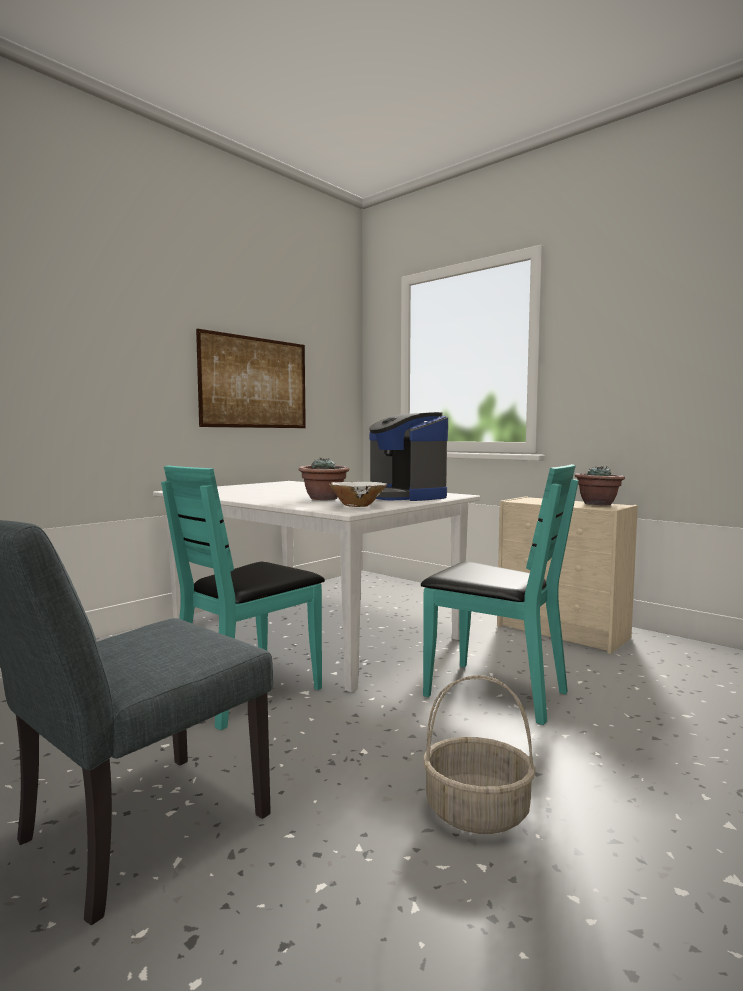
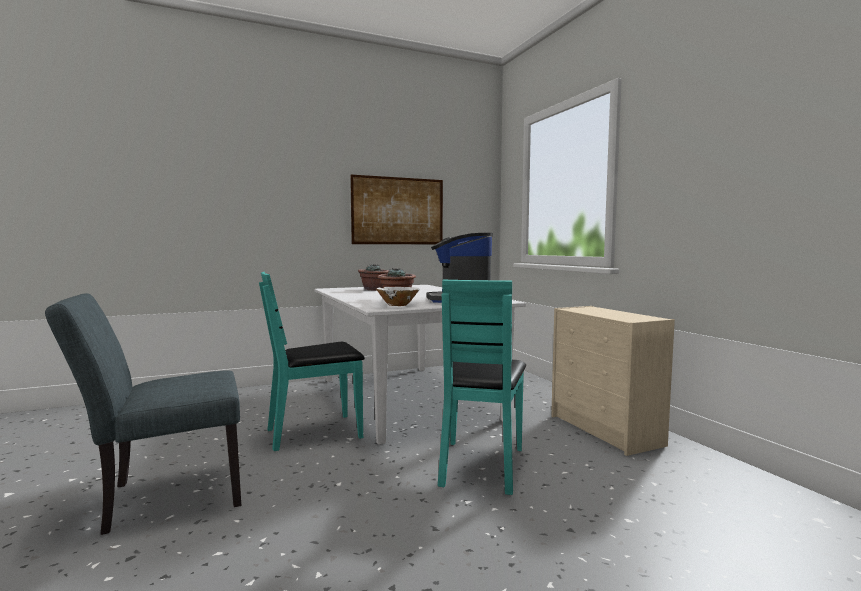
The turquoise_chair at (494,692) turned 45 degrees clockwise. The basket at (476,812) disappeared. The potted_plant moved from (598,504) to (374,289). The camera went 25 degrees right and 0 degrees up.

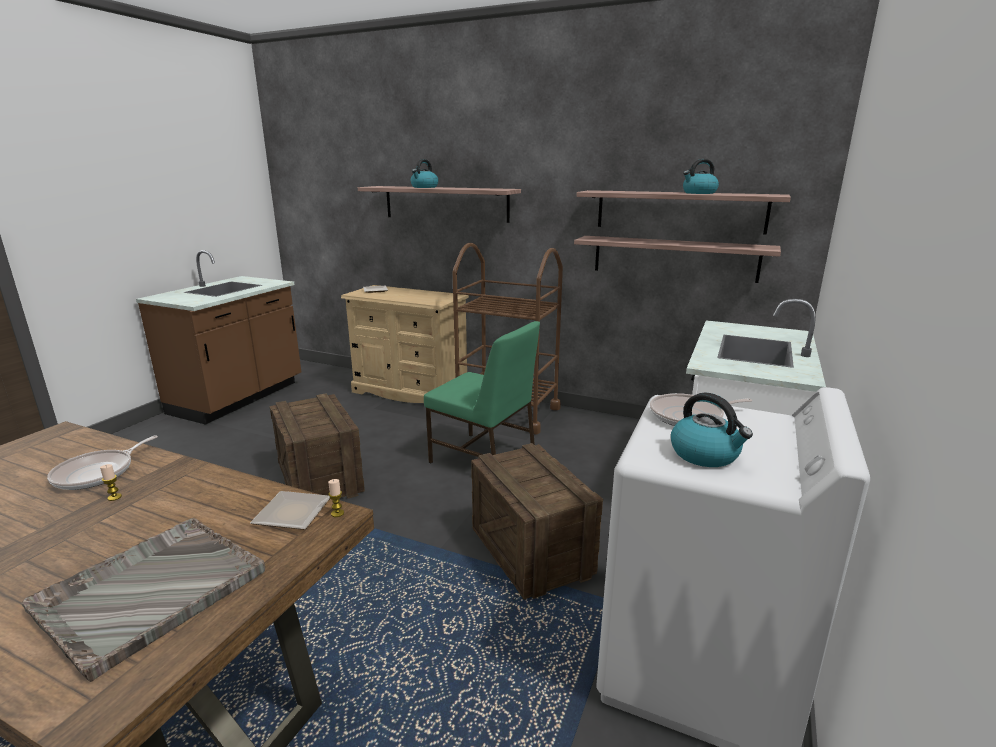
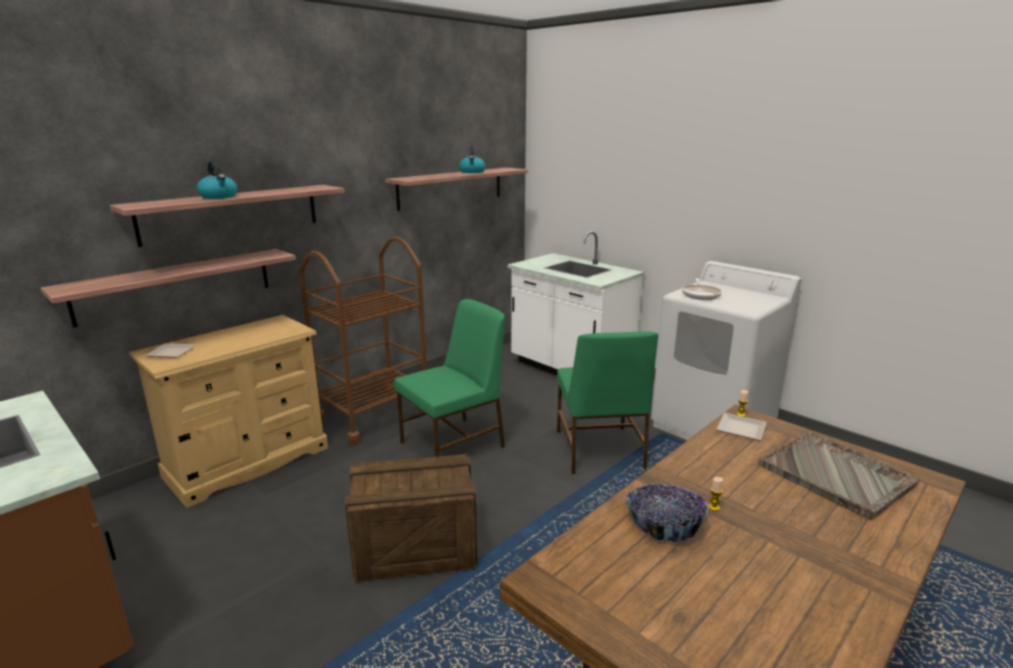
The frying_pan at (98,473) was replaced by the bowl at (664,525). The crate at (530,550) was replaced by the green_chair at (598,450). The shelf moved from (674,258) to (176,285). The kettle at (705,454) disappeared. The camera went 70 degrees left and 0 degrees up.

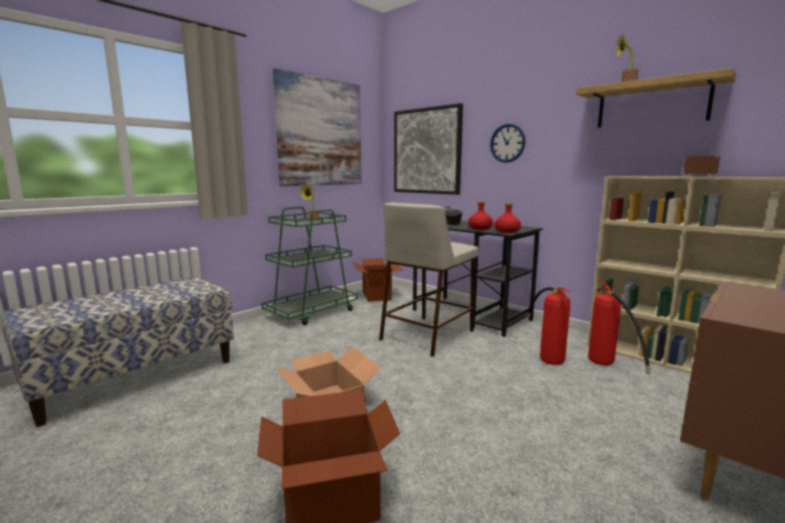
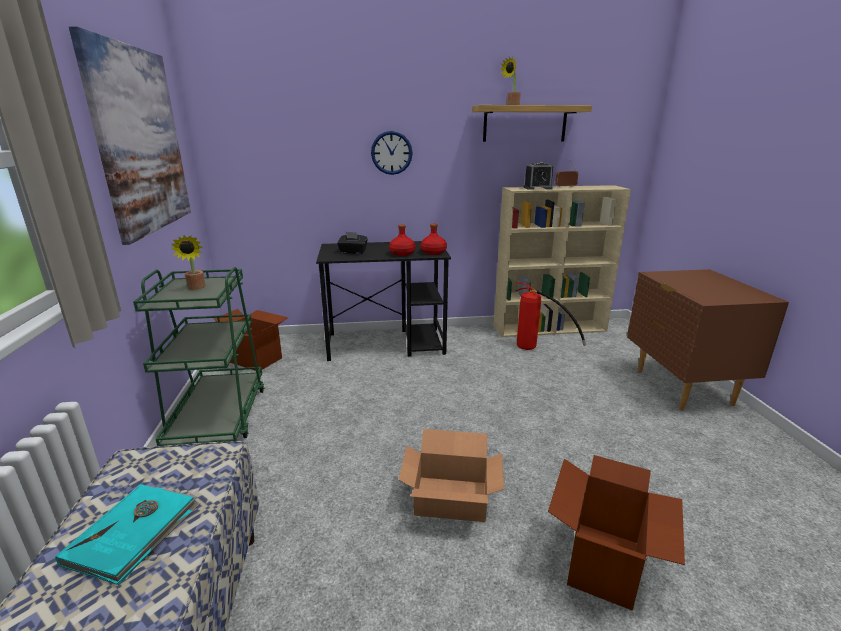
The beige_stool at (428,334) disappeared. The picture at (427,151) disappeared. The fire_extinguisher at (546,354) disappeared. The turquoise_book at (135,533) appeared. The alarm_clock at (537,188) appeared. The camera went 50 degrees left and 10 degrees up.

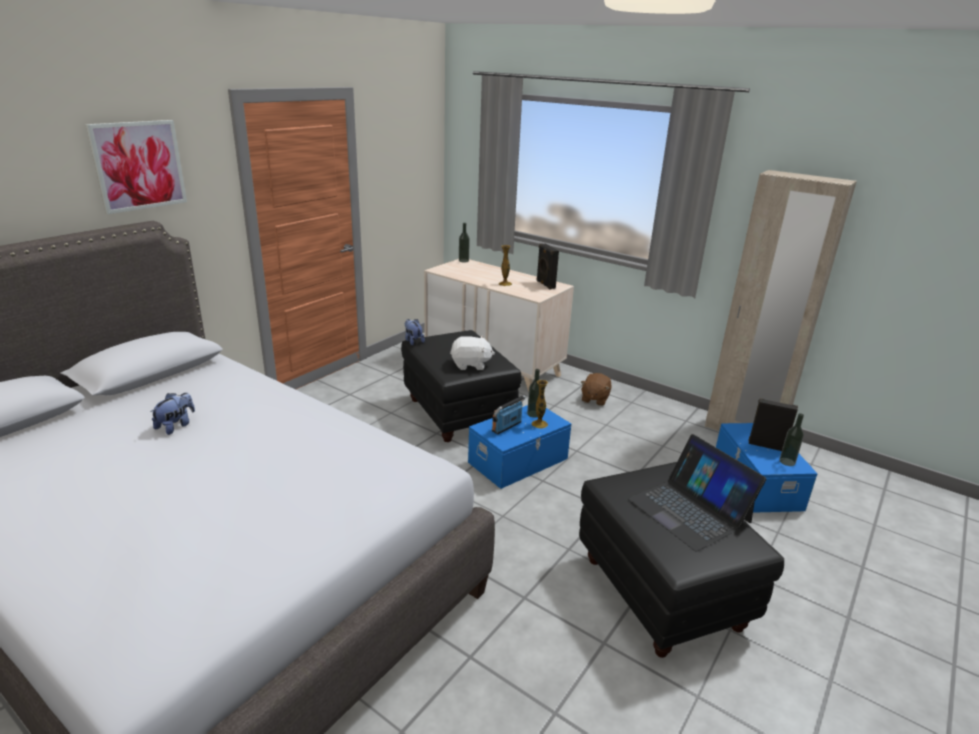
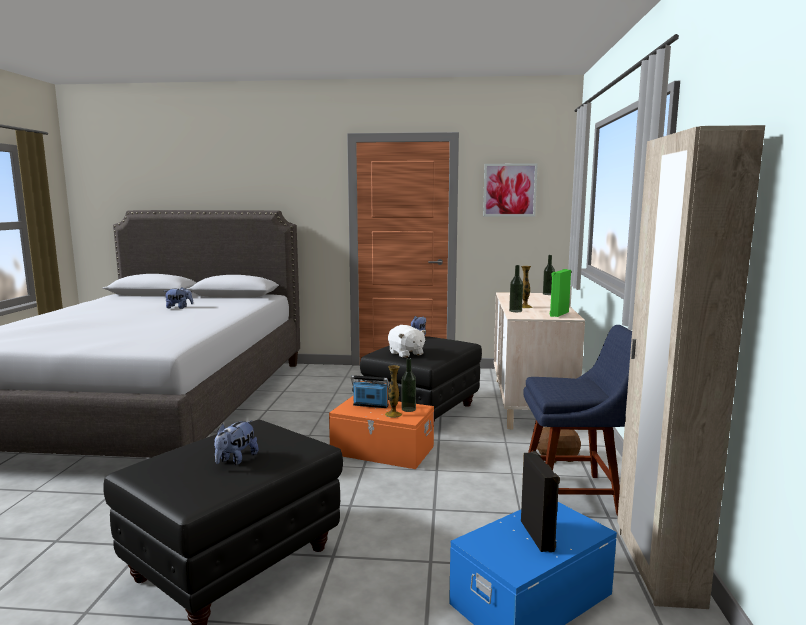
The picture moved from (139,165) to (509,190). The blue_storage_box at (519,461) became the orange_storage_box at (382,451). The black_speaker at (545,284) became the green_speaker at (558,314). The laptop at (689,510) was replaced by the plush_toy at (236,460). The bottle moved from (787,462) to (515,311). The blue_chair at (575,494) appeared. The camera went 60 degrees right and 15 degrees down.

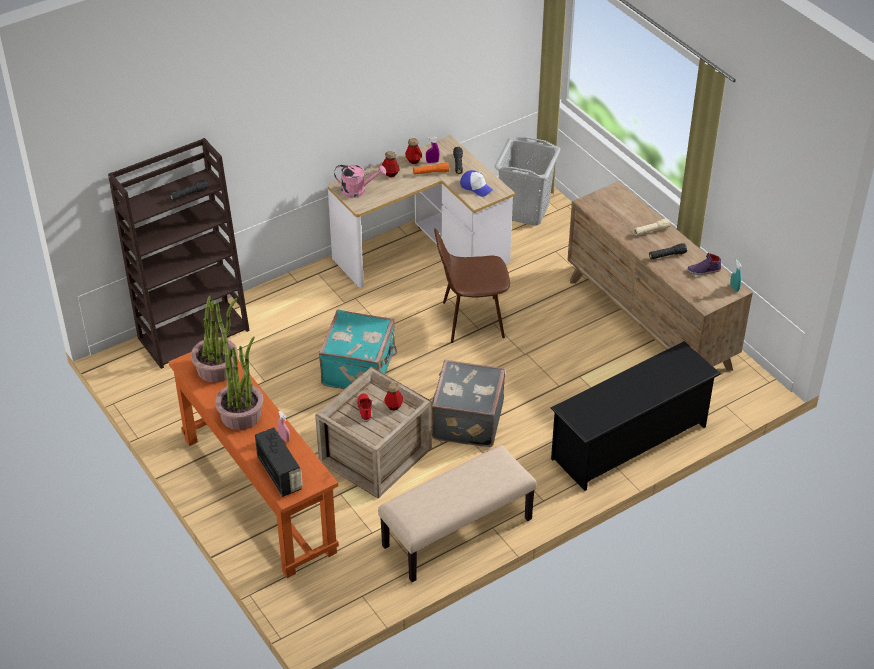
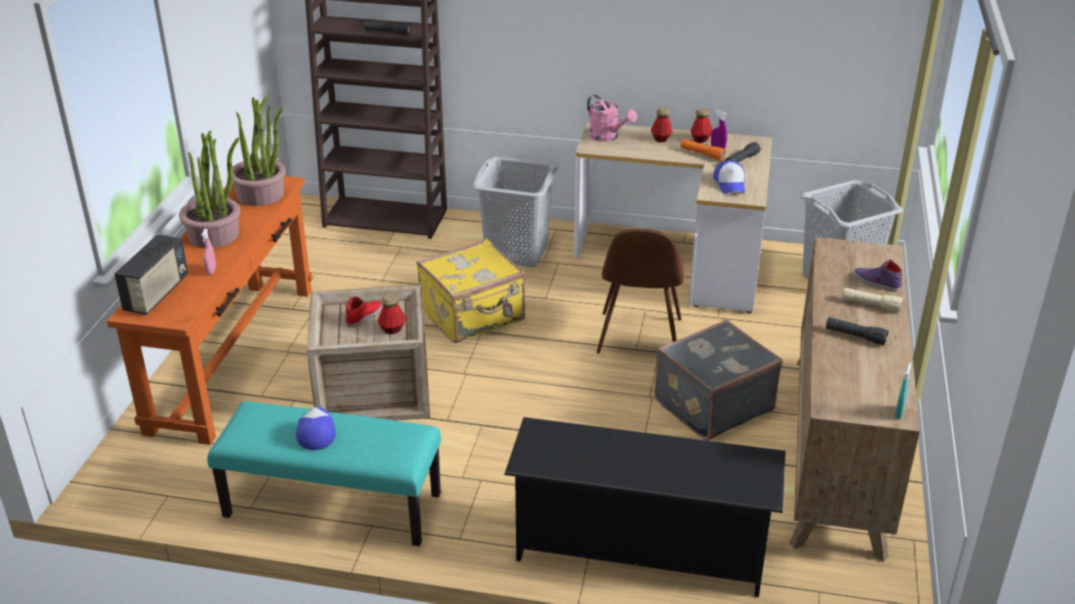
The turquoise_suitcase at (360,368) became the yellow_suitcase at (474,316). The beige_bench at (457,533) became the turquoise_bench at (331,506). The grey_suitcase moved from (466,420) to (711,404). The brown_chair at (470,320) turned 120 degrees counterclockwise. The purple_shoe moved from (704,270) to (876,282). The cap at (316,431) appeared. The grey_laundry_basket at (516,252) appeared. The camera went 45 degrees right and 10 degrees down.

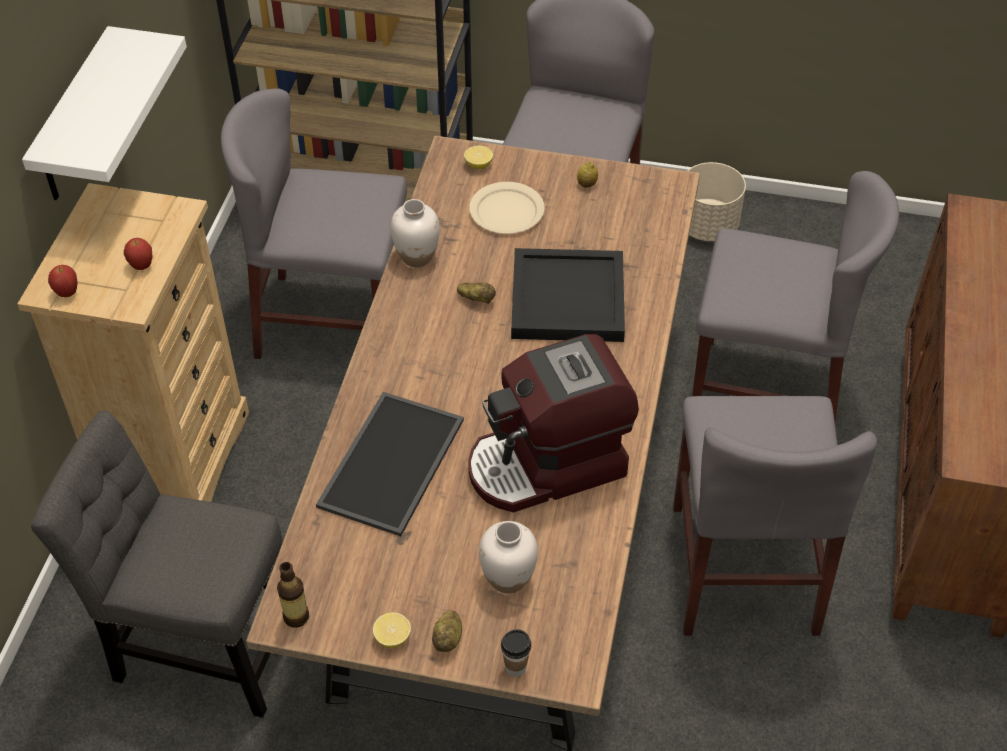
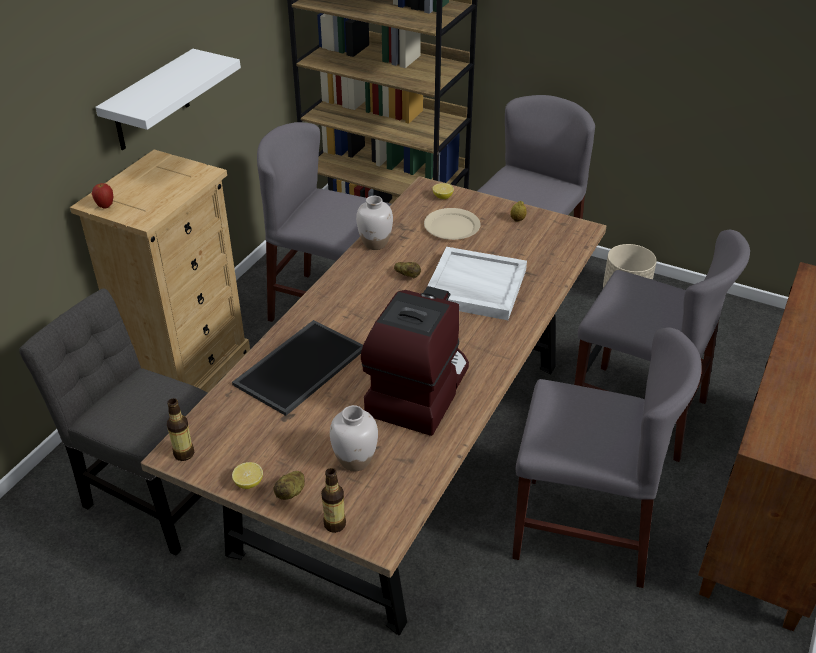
The apple at (142,266) disappeared. The coffee_machine at (548,465) turned 120 degrees clockwise. The cup at (515,667) was replaced by the bottle at (335,524). The black_tray at (566,300) became the white_tray at (474,287). The grey_chair at (743,568) turned 90 degrees counterclockwise. The camera went 15 degrees right and 10 degrees down.

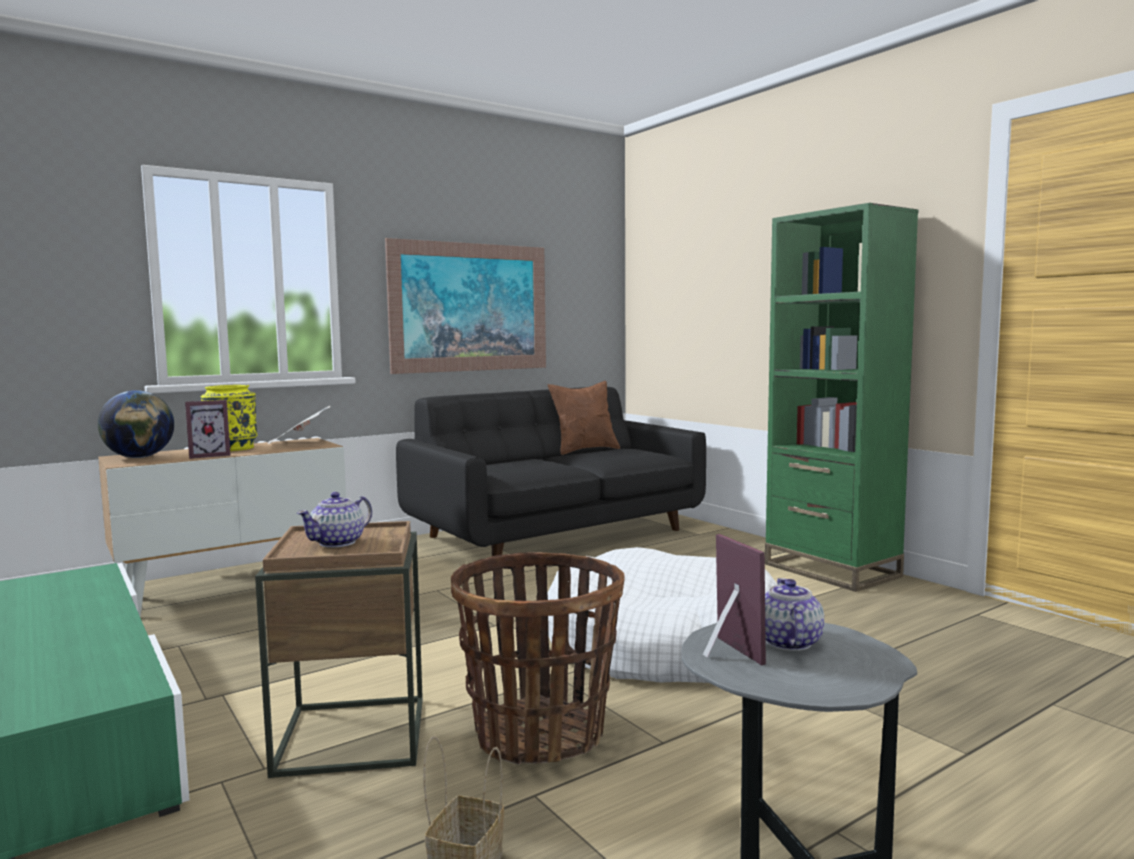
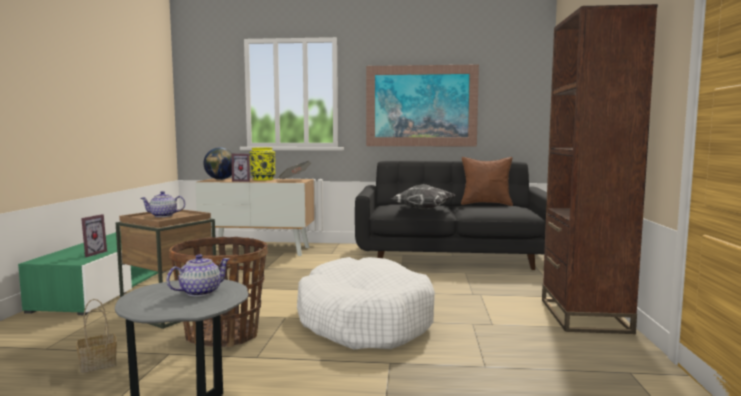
The picture_frame moved from (724,654) to (91,253). The green_bookcase at (831,570) became the brown_bookcase at (584,315). The pillow at (422,209) appeared. The camera went 40 degrees right and 0 degrees up.

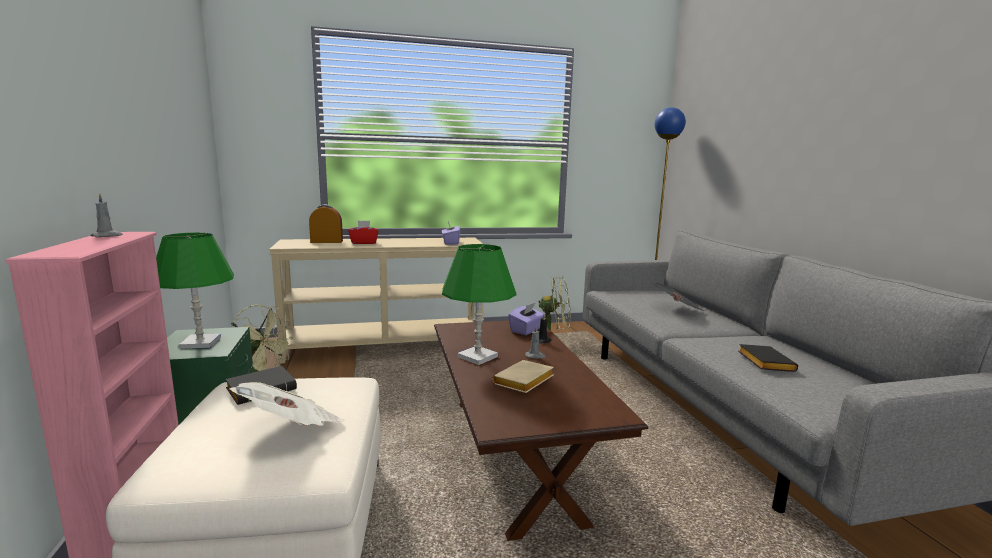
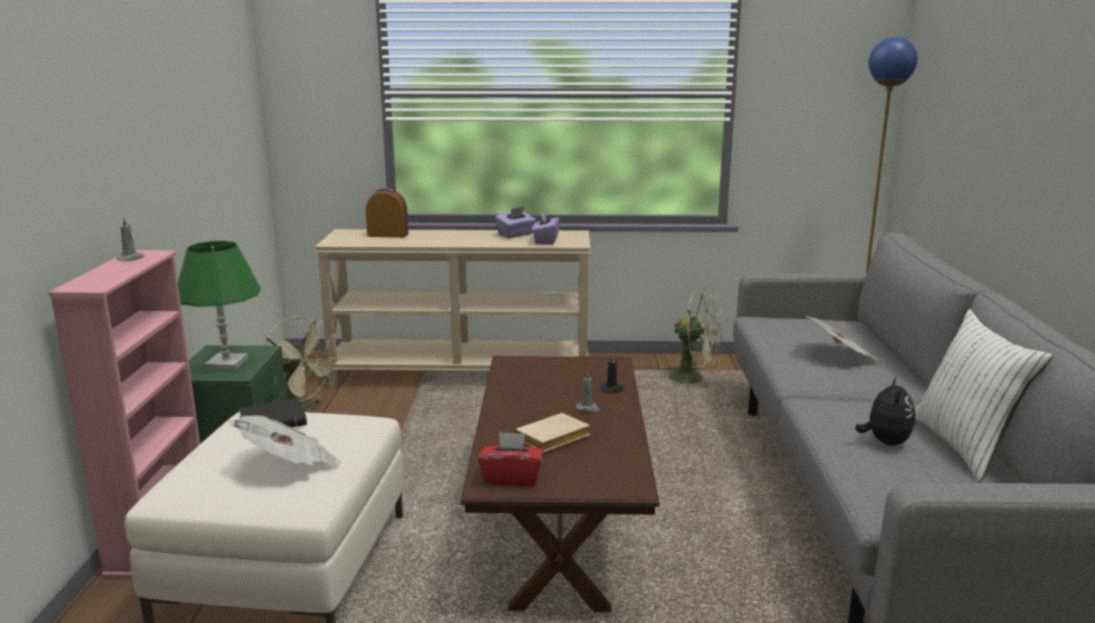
The red_tissue_box moved from (364,243) to (511,478). The green_table_lamp at (477,356) disappeared. The purple_tissue_box moved from (526,330) to (516,234). The black_book at (763,362) was replaced by the plush_toy at (885,442). The white_pillow at (964,446) appeared. The camera went 15 degrees right and 5 degrees up.

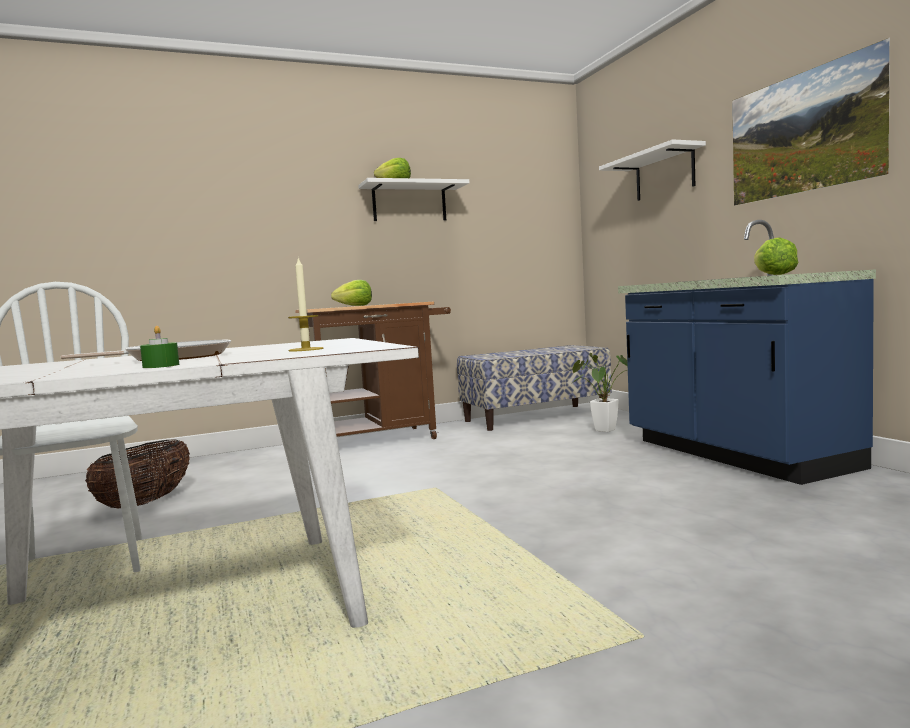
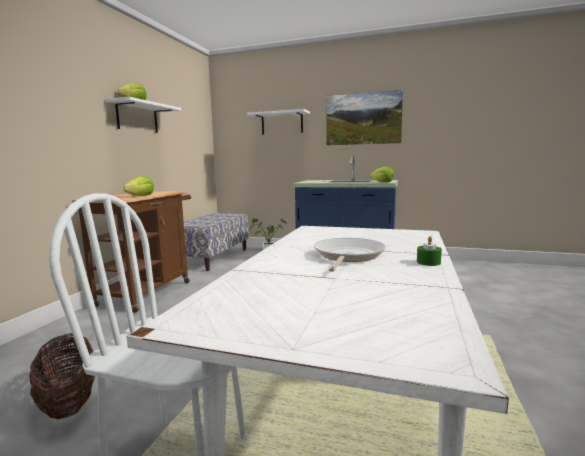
The candle at (306,349) disappeared. The camera went 50 degrees left and 5 degrees up.

